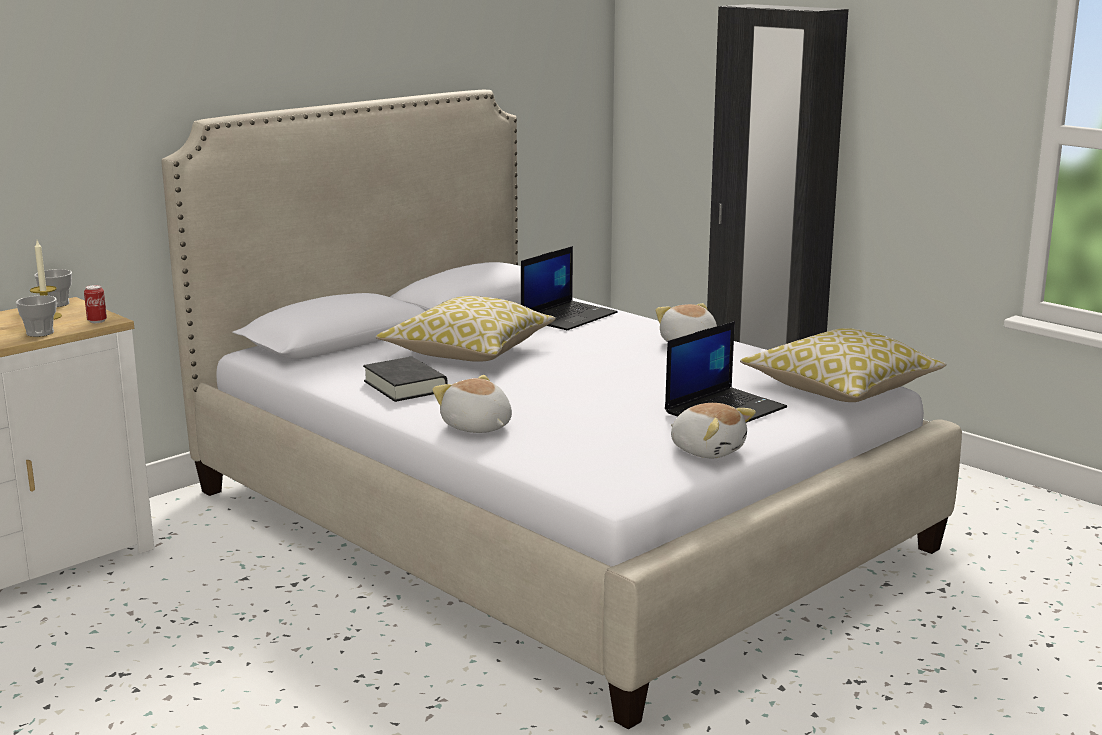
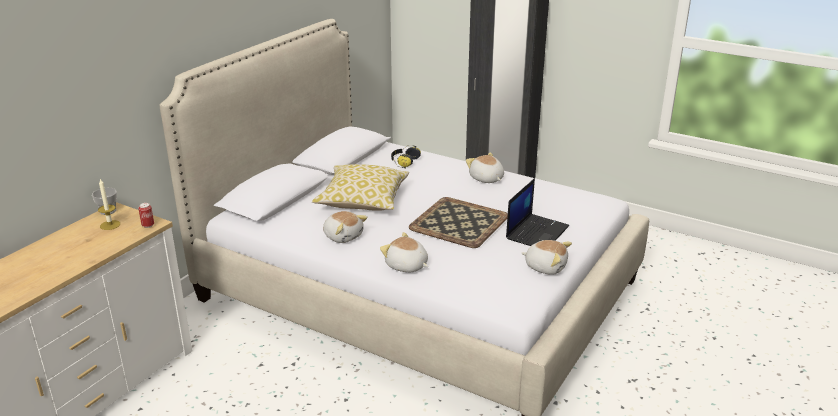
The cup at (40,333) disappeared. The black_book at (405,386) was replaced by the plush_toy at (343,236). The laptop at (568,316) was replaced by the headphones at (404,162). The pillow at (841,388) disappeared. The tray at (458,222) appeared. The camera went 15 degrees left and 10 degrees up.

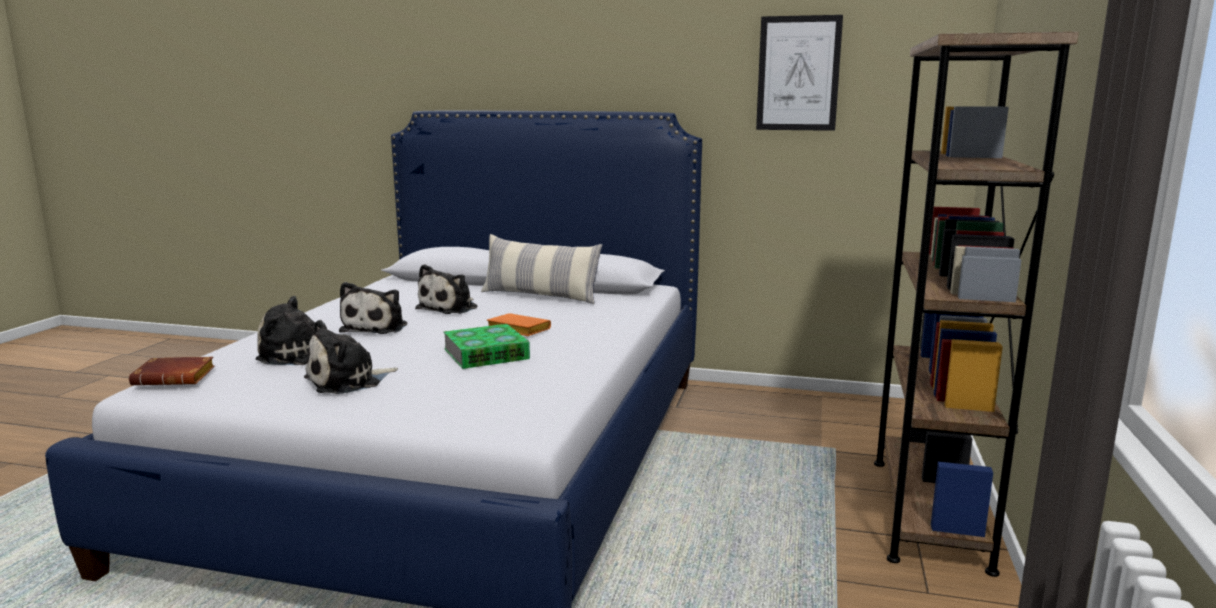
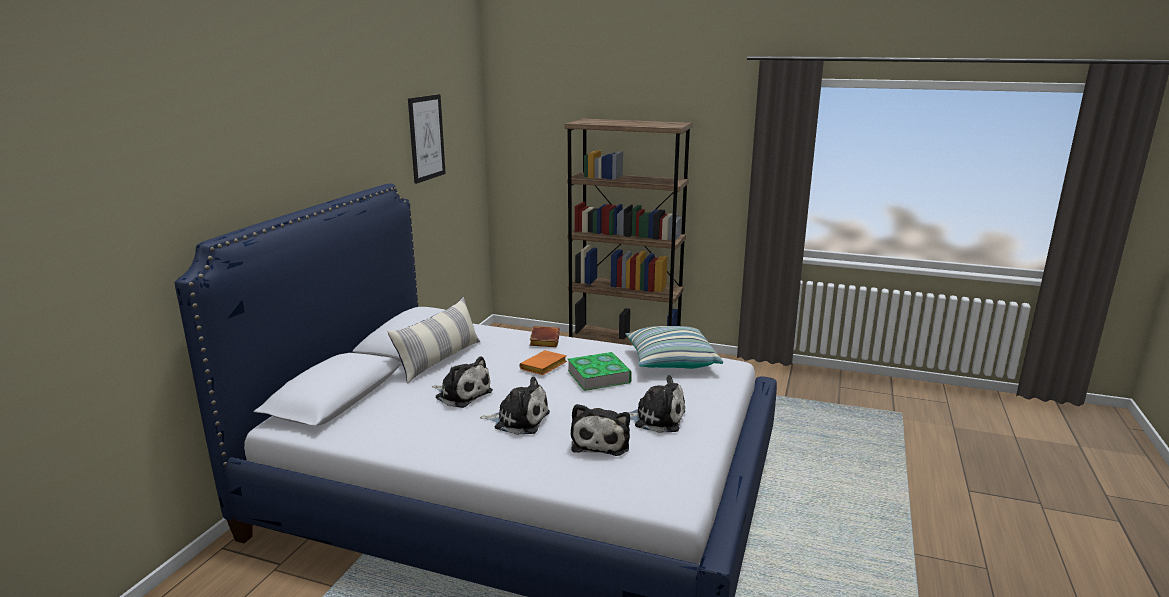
The brown_book moved from (177,377) to (543,340). The plush_toy at (348,381) turned 45 degrees counterclockwise. The pillow at (670,362) appeared. The camera went 85 degrees left and 5 degrees up.

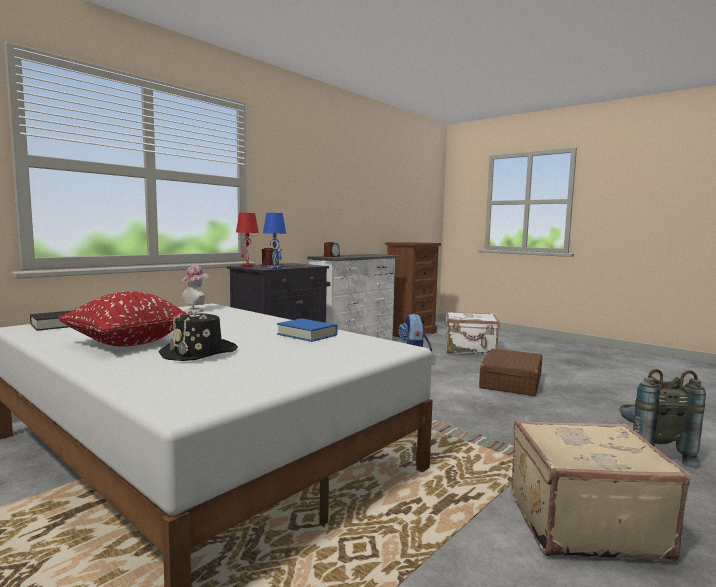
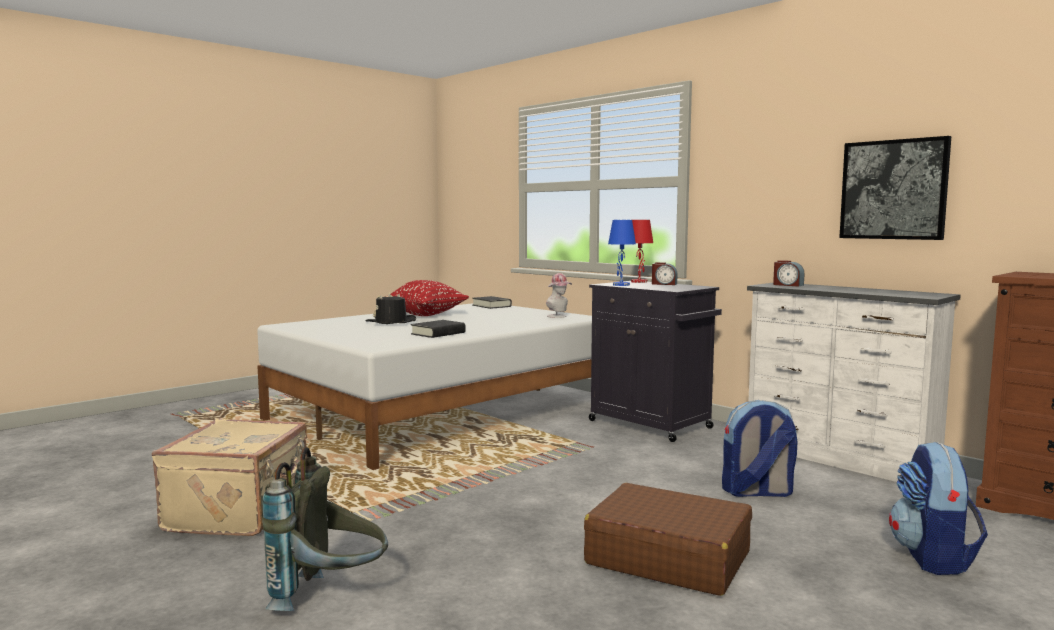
The blue_book at (307,335) became the black_book at (438,333). The white_suitcase at (470,350) was replaced by the backpack at (933,558). The picture at (893,190) appeared. The camera went 95 degrees right and 0 degrees up.

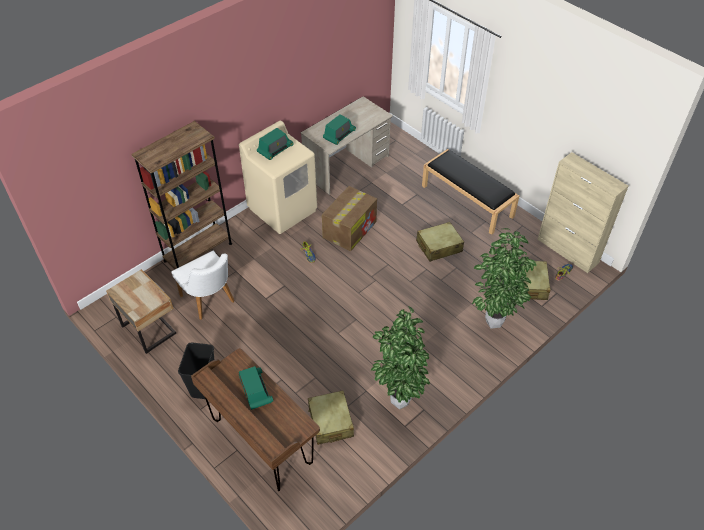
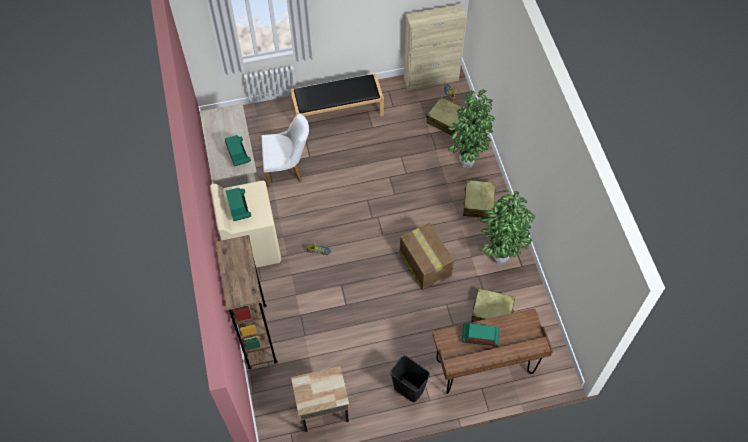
The white_chair moved from (210,301) to (288,169). The cardboard_box moved from (350,229) to (424,263). The beige_suitcase moved from (438,246) to (478,203). The camera went 60 degrees left and 10 degrees up.

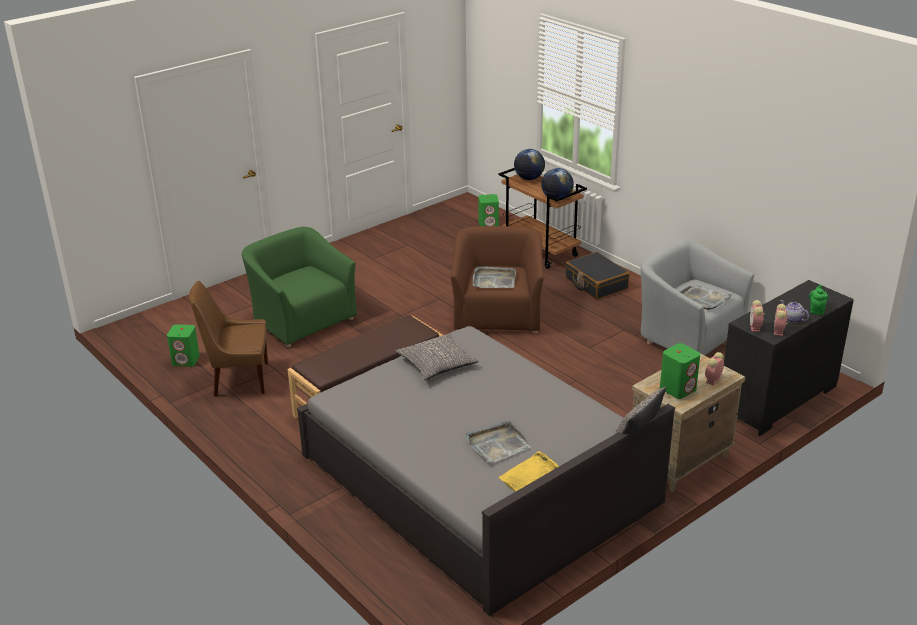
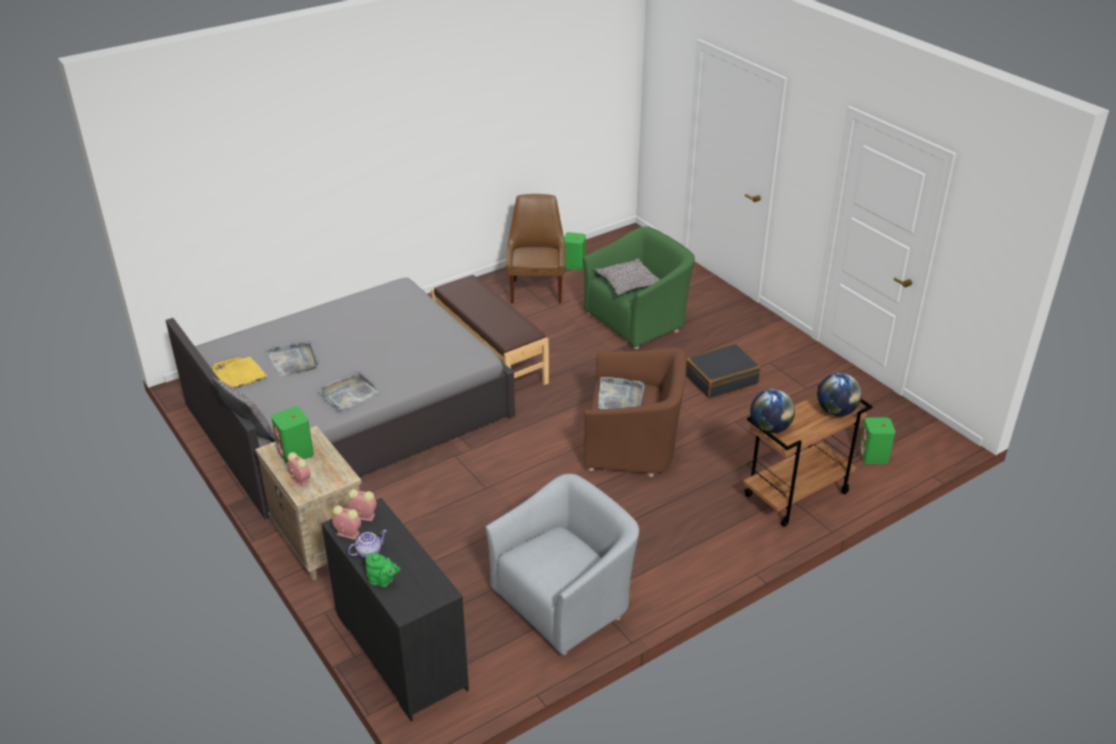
The grey_pillow moved from (437,363) to (628,283). The black_suitcase moved from (596,283) to (721,379). The grey_tray moved from (703,298) to (348,393). The camera went 95 degrees right and 5 degrees up.

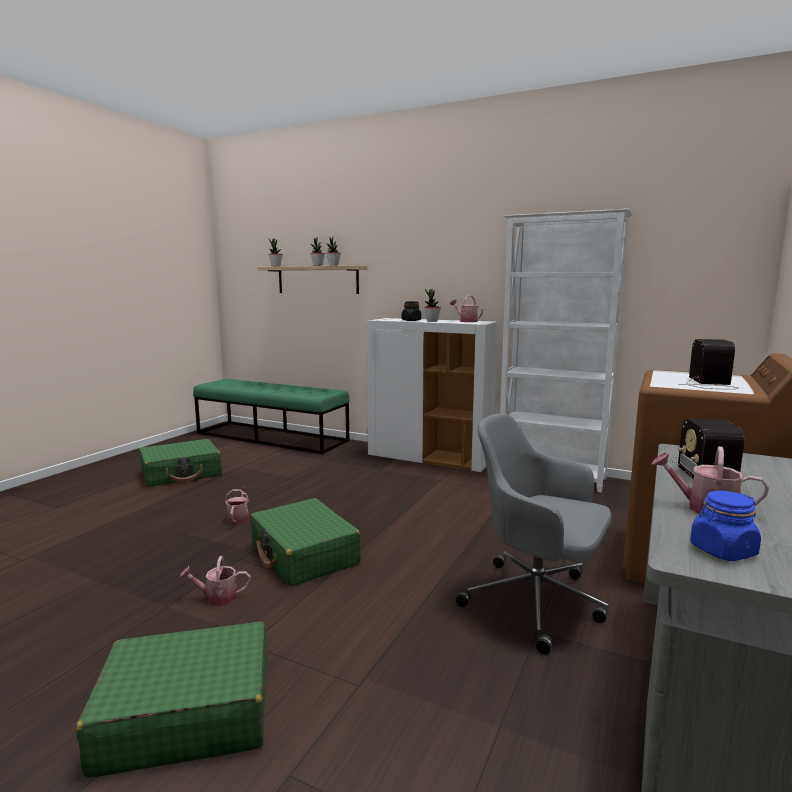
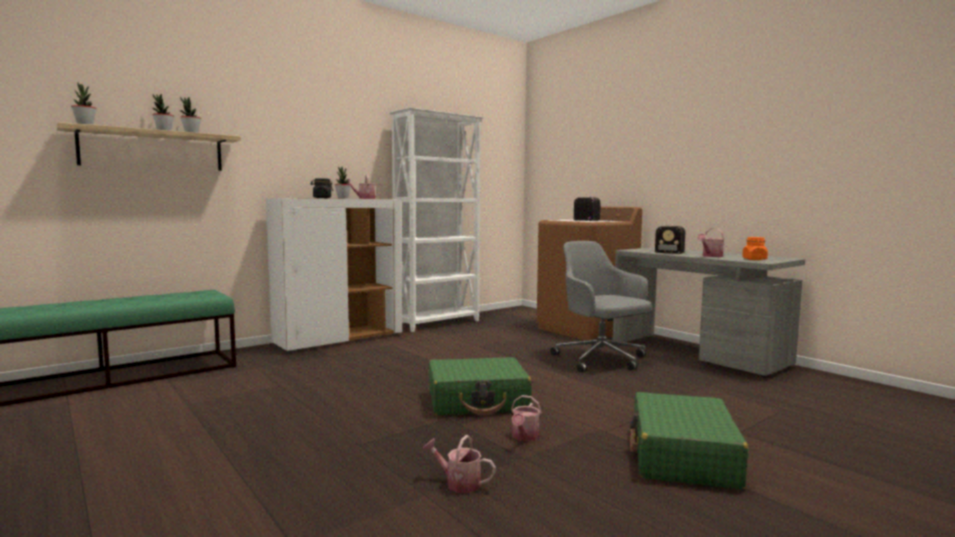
The green_suitcase at (181,473) disappeared. The watering_can moved from (239,518) to (459,483). The grey_office_chair at (537,602) turned 90 degrees clockwise. The blue_jar at (722,551) became the orange_jar at (754,259). The camera went 65 degrees left and 5 degrees down.

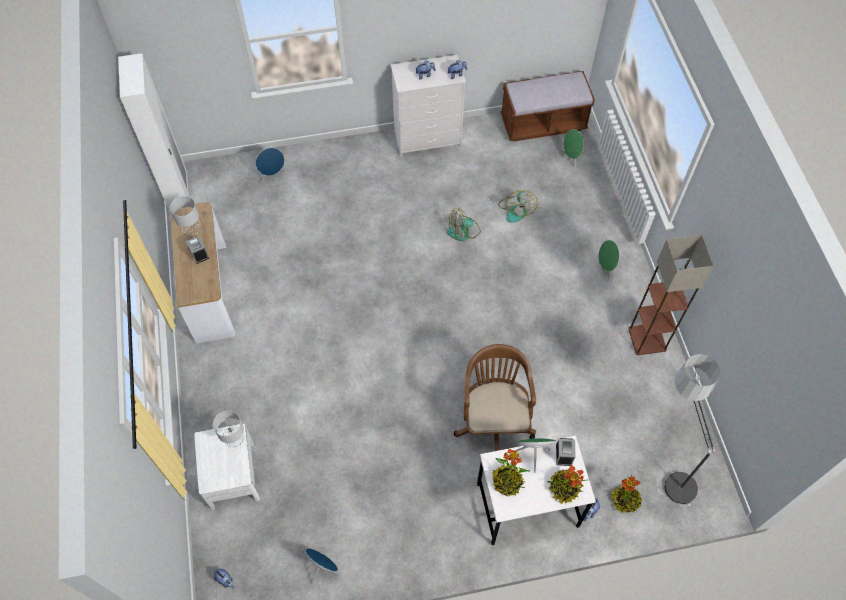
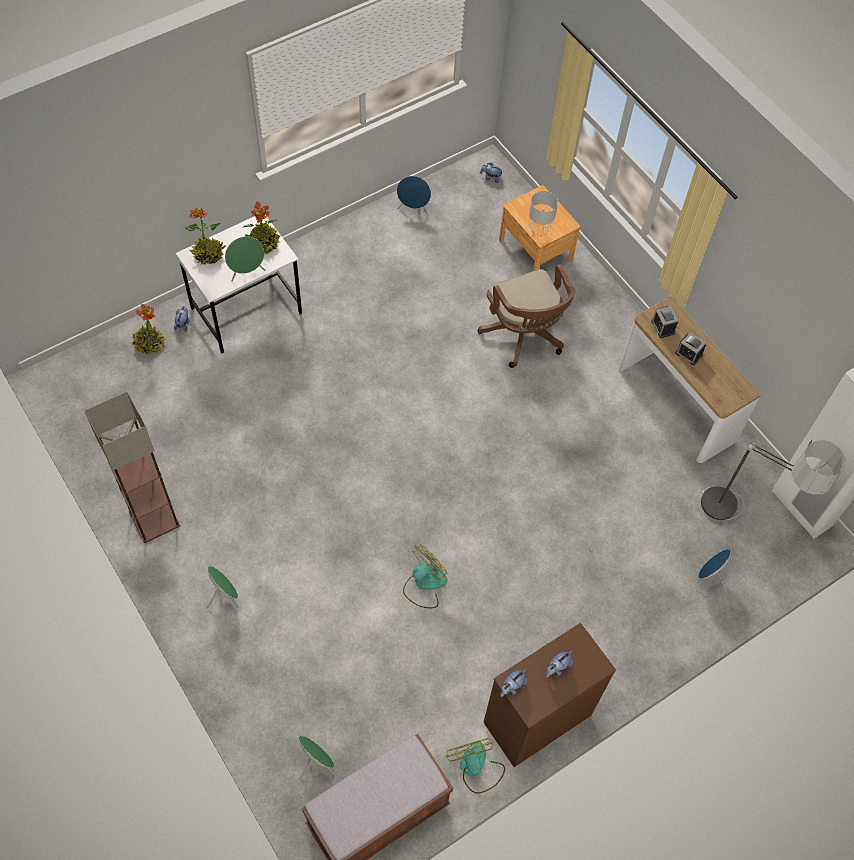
The grey_table_lamp at (193,230) disappeared. The white_nightstand at (232,475) became the brown_nightstand at (535,249). The white_dresser at (428,138) became the brown_dresser at (536,719). The brown_office_chair moved from (493,420) to (524,336). The fan moved from (516,209) to (476,768). The alarm_clock moved from (564,454) to (662,327). The floor_lamp moved from (667,464) to (740,524). The camera went 155 degrees right and 0 degrees up.

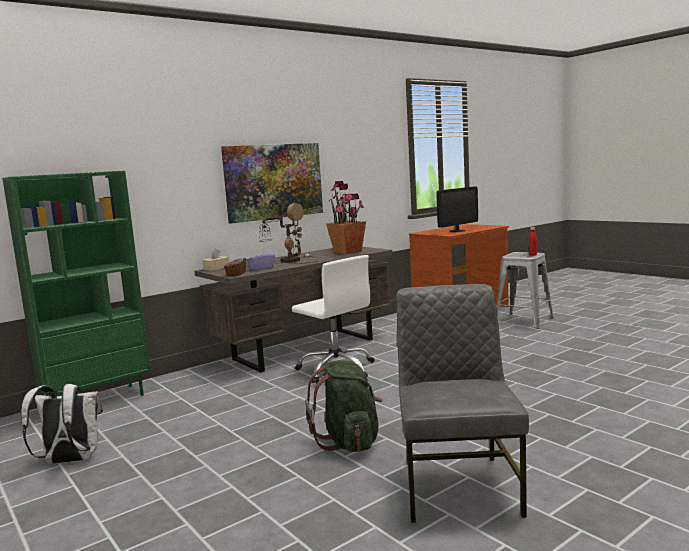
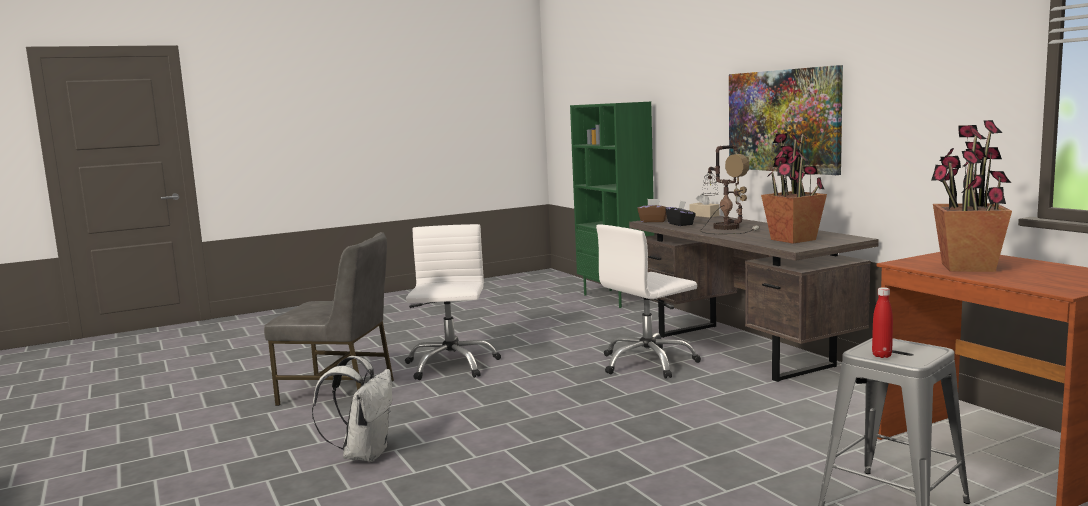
The white_backpack moved from (70,461) to (364,454). The purple_tissue_box at (261,268) became the black_tissue_box at (680,224). The green_backpack at (349,442) was replaced by the white_office_chair at (451,365). The monitor at (457,231) was replaced by the potted_plant at (967,267). The camera went 100 degrees right and 0 degrees up.

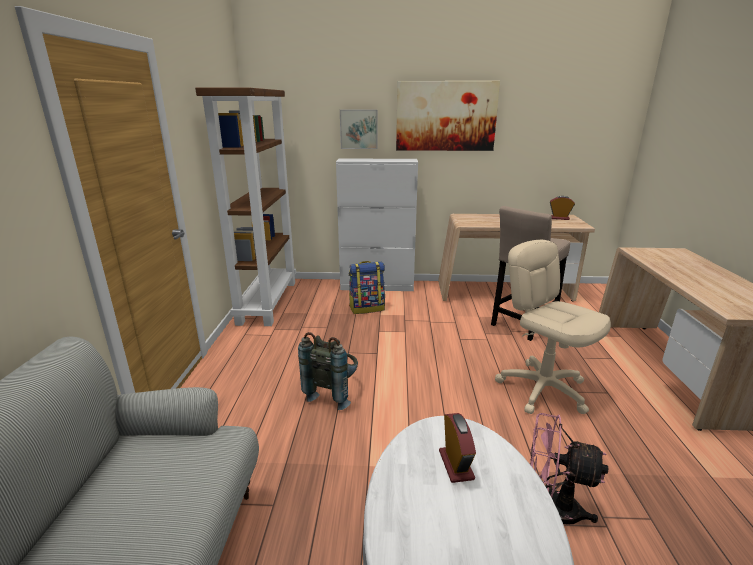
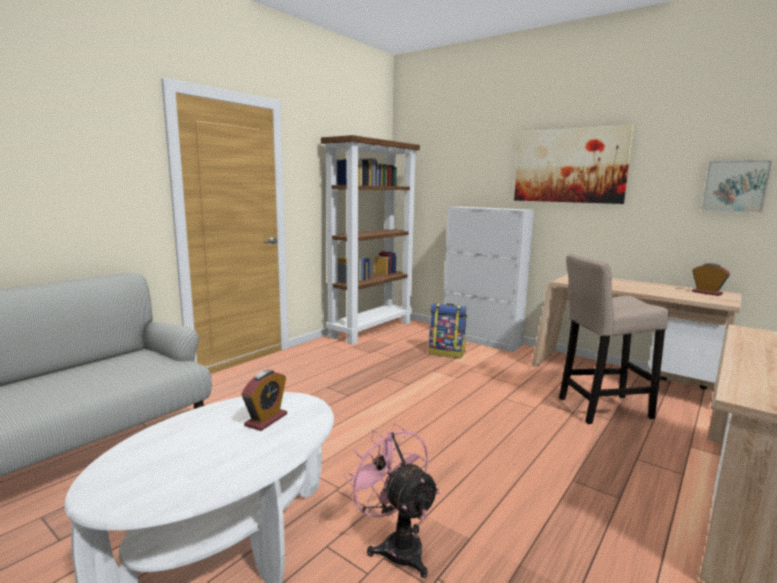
The grey_backpack at (333,392) disappeared. The picture moved from (359,129) to (735,186). The beige_office_chair at (542,389) disappeared. The camera went 35 degrees right and 10 degrees down.

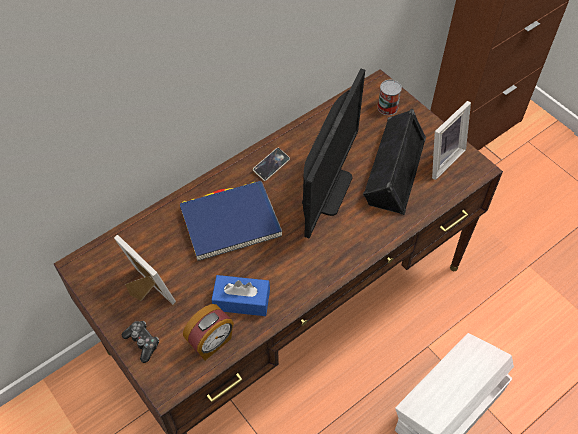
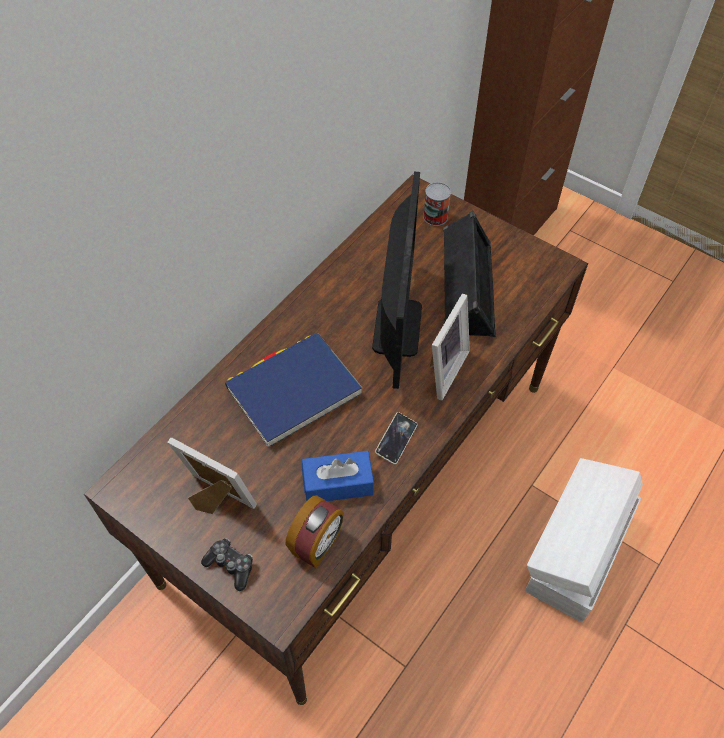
The phone moved from (271,166) to (396,440). The picture_frame moved from (441,159) to (441,369). The camera went 15 degrees left and 0 degrees up.

